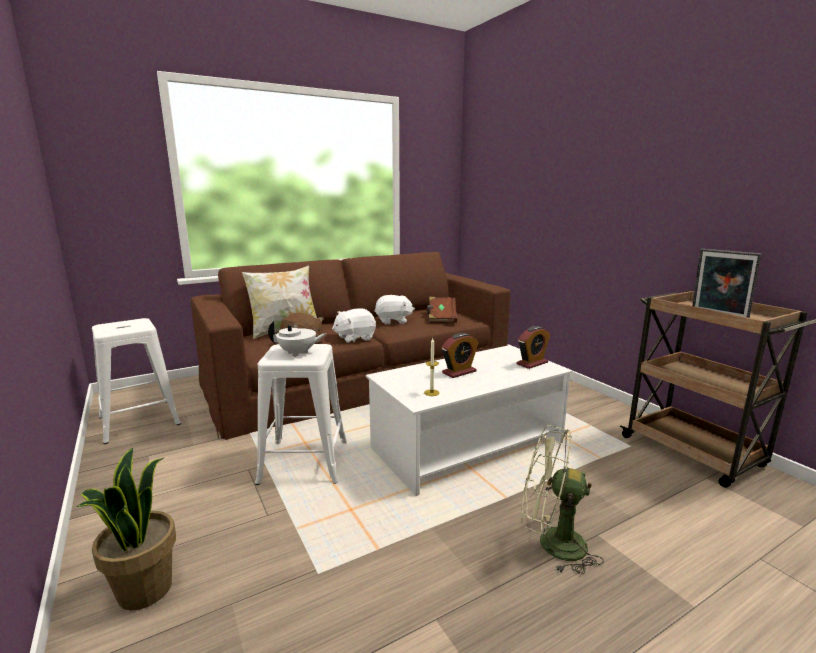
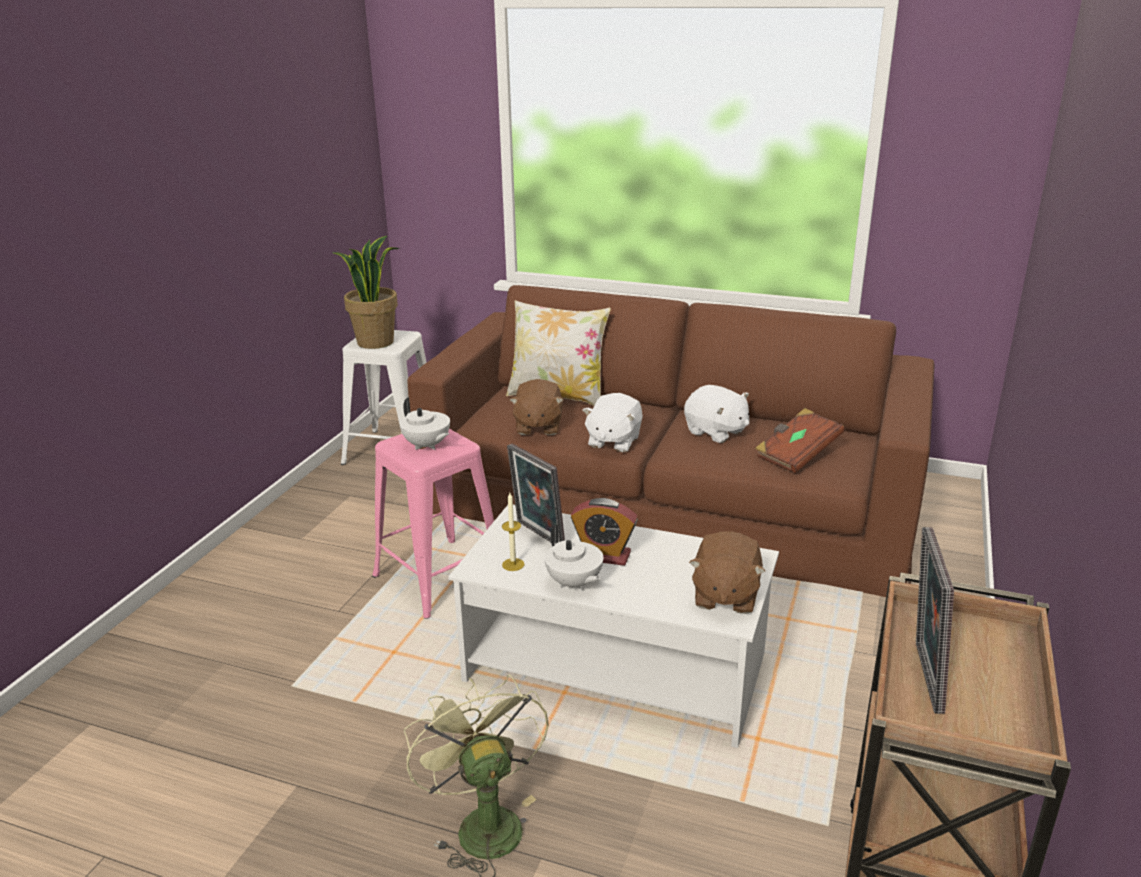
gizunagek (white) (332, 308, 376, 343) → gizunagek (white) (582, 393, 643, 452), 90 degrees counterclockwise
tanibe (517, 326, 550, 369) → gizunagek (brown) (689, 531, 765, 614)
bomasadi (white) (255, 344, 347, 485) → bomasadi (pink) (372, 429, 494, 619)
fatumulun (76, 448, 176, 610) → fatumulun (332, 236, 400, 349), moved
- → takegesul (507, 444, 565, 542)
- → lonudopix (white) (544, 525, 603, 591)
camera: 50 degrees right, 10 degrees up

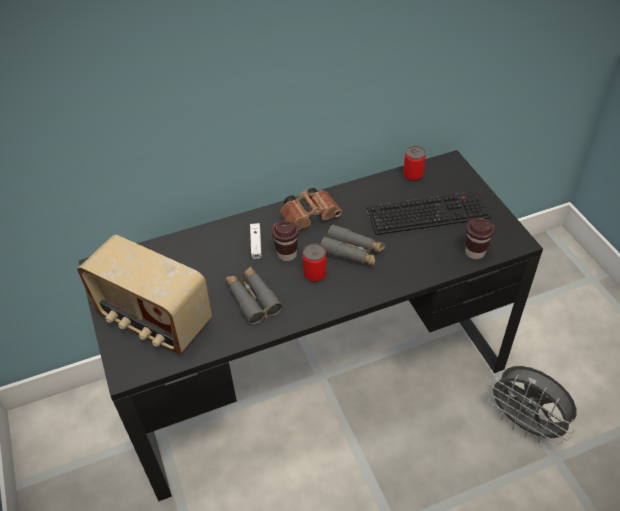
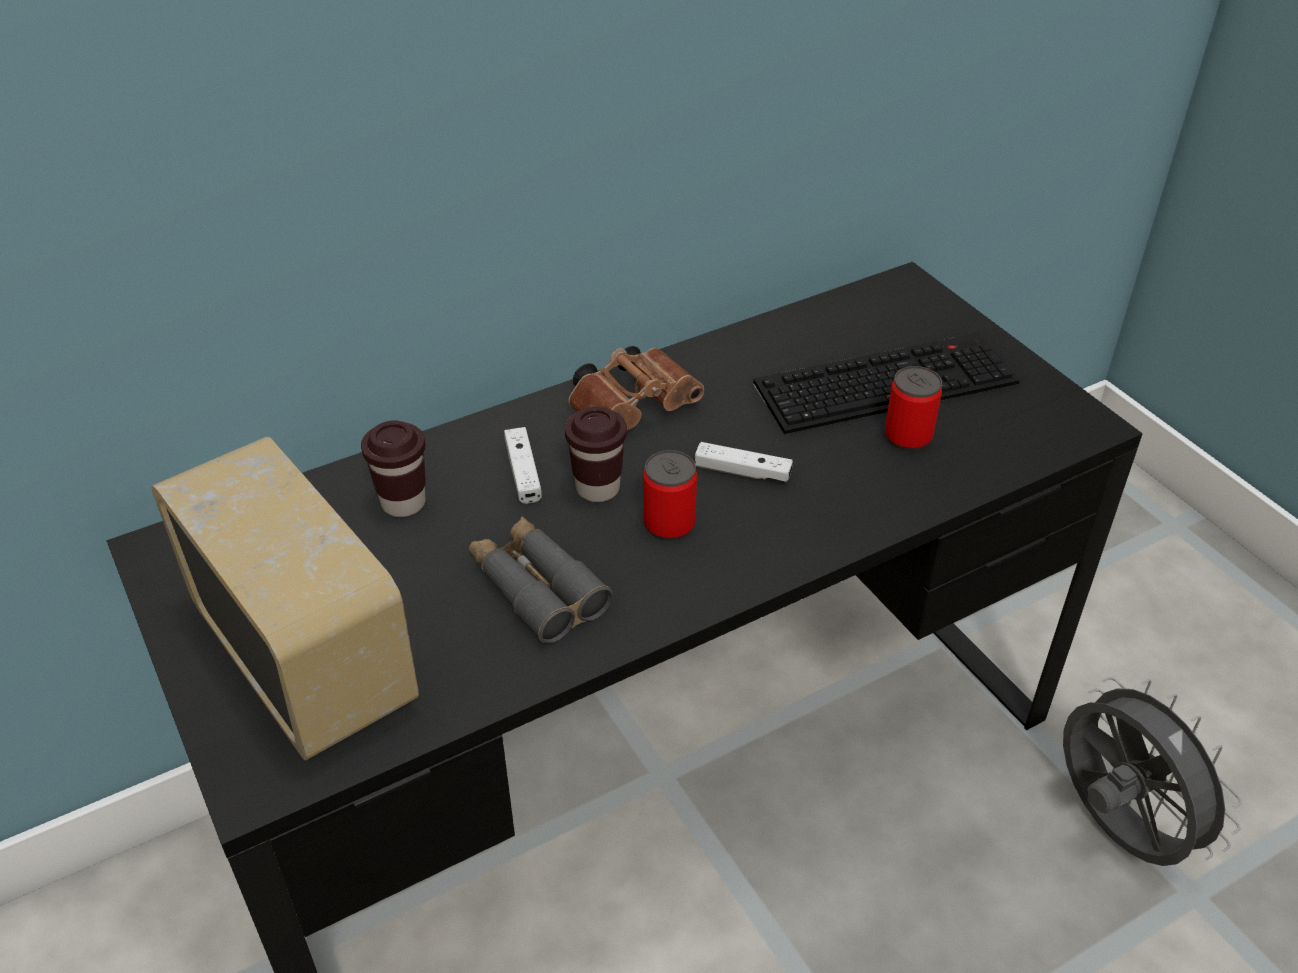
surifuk (403, 146, 426, 181) → surifuk (885, 366, 942, 451), moved
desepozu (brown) (465, 218, 495, 259) → desepozu (brown) (361, 421, 426, 517), moved
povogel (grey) (320, 224, 385, 266) → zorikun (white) (695, 442, 793, 482)
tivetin (77, 235, 212, 354) → tivetin (151, 436, 419, 761), 150 degrees counterclockwise
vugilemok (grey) (486, 366, 577, 445) → vugilemok (grey) (1063, 677, 1242, 866), 150 degrees counterclockwise
camera: 10 degrees left, 5 degrees down

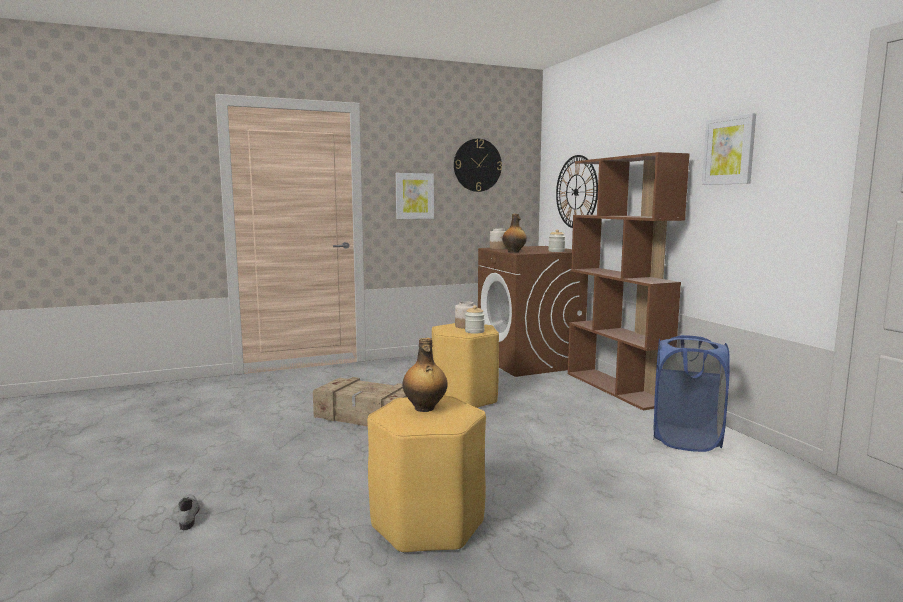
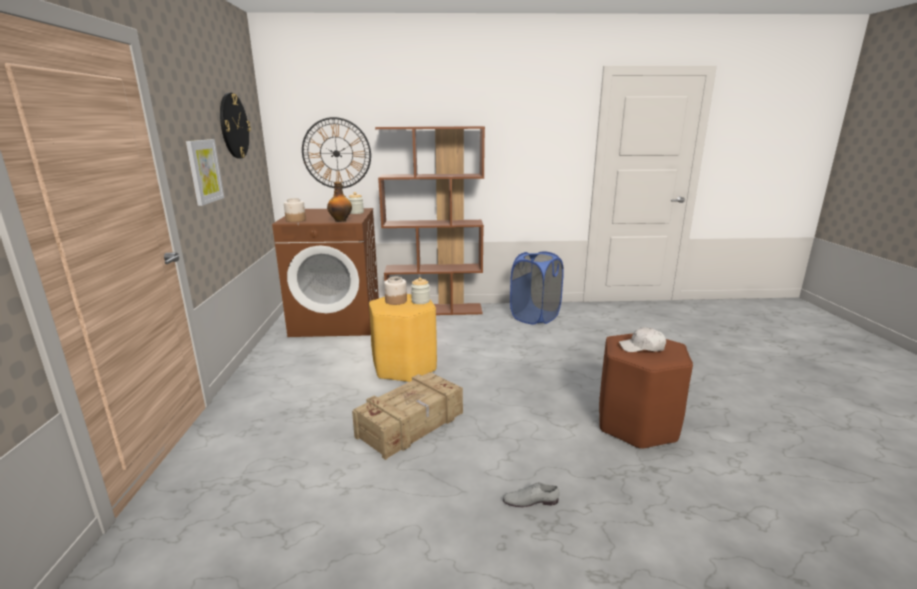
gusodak (702, 113, 756, 185) → -
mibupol (403, 338, 448, 412) → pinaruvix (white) (619, 327, 666, 352)
bomasadi (yellow) (367, 396, 486, 553) → bomasadi (brown) (599, 333, 693, 449)
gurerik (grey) (178, 495, 200, 530) → gurerik (grey) (503, 482, 560, 507), moved
camera: 70 degrees left, 10 degrees up

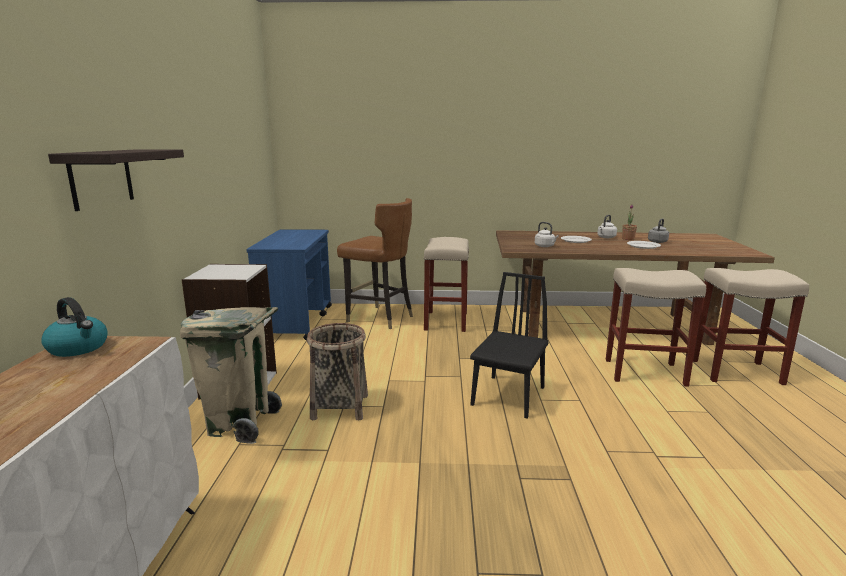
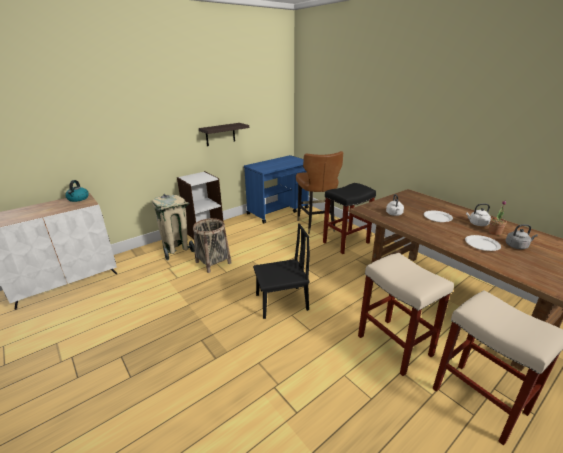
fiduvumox (48, 149, 184, 211) → fiduvumox (199, 123, 249, 146), moved
bomasadi (beige) (423, 237, 469, 332) → bomasadi (black) (323, 183, 376, 254)
camera: 50 degrees right, 10 degrees up

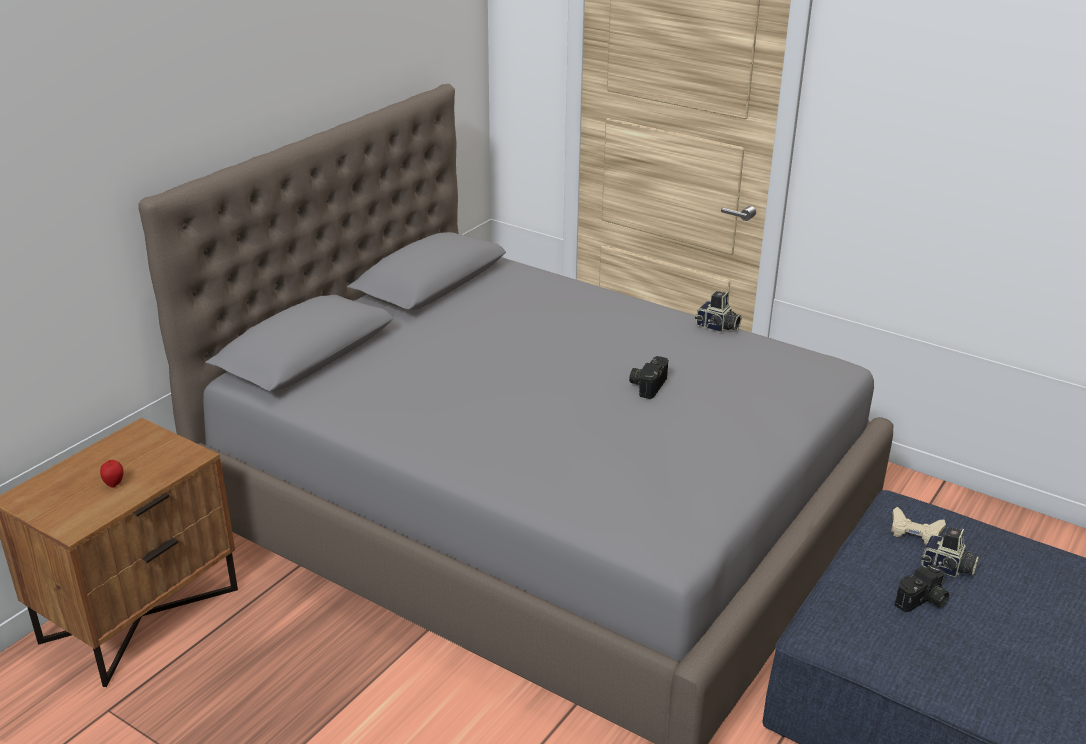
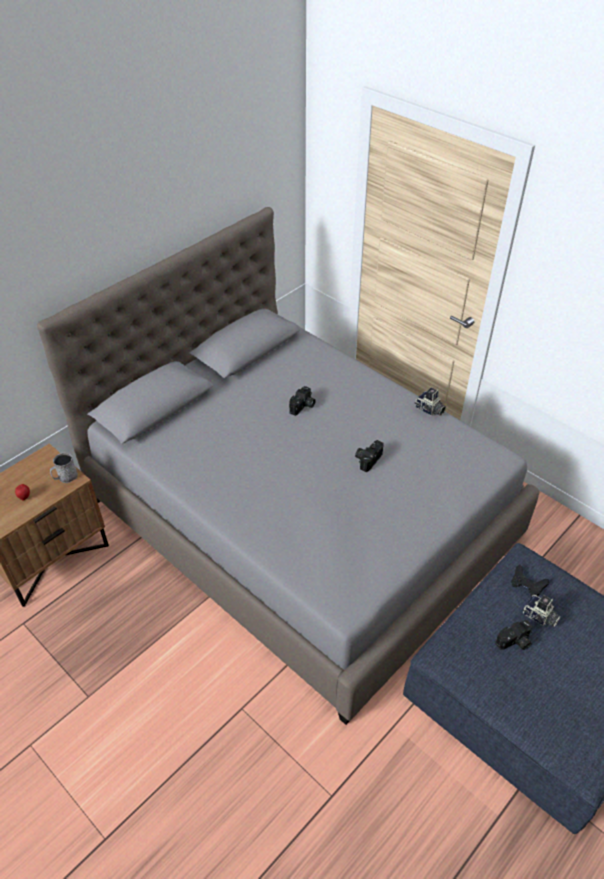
zorikun (beige) (891, 507, 946, 545) → zorikun (black) (511, 565, 549, 596)
- → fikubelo (289, 386, 316, 416)
- → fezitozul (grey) (50, 452, 78, 483)
camera: 10 degrees right, 15 degrees up

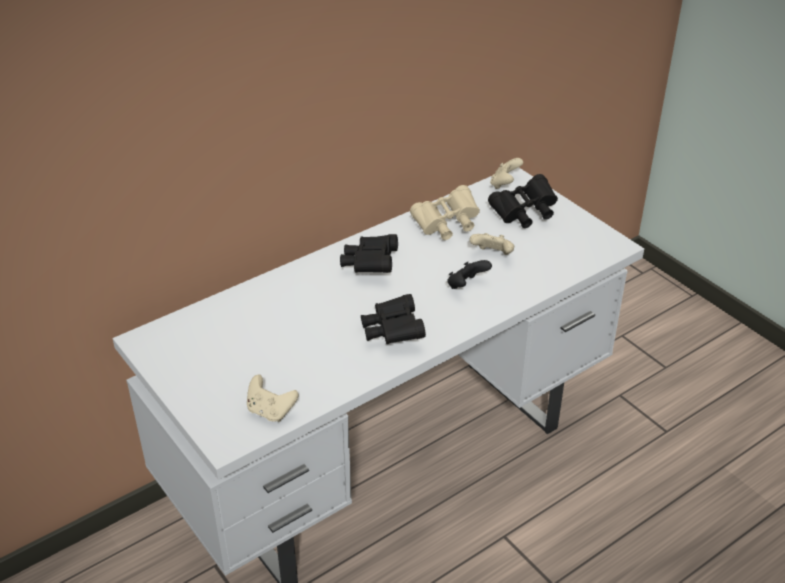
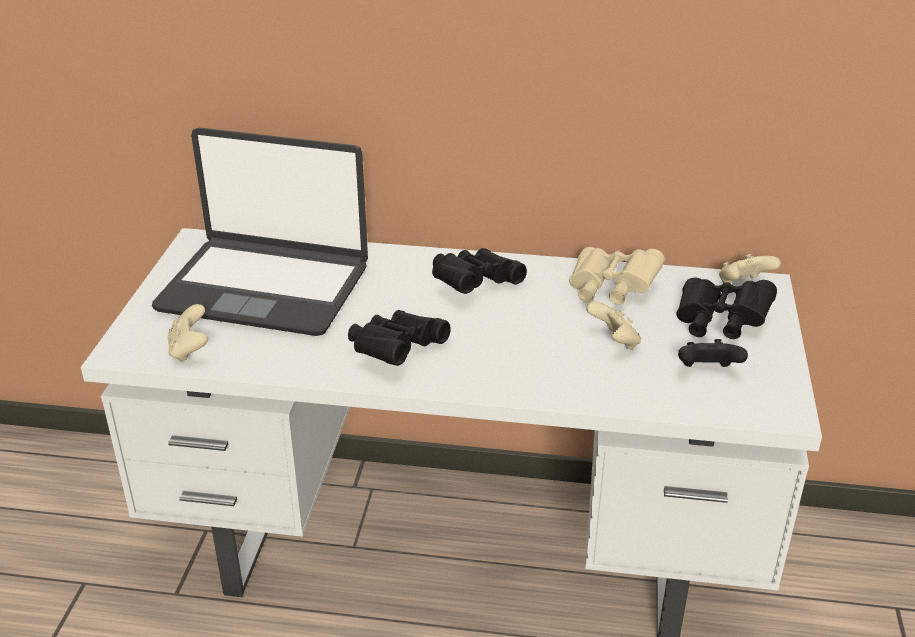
zorikun (black) (447, 260, 492, 289) → zorikun (black) (678, 339, 748, 367), moved
- → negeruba (152, 128, 368, 336)
camera: 45 degrees right, 5 degrees down

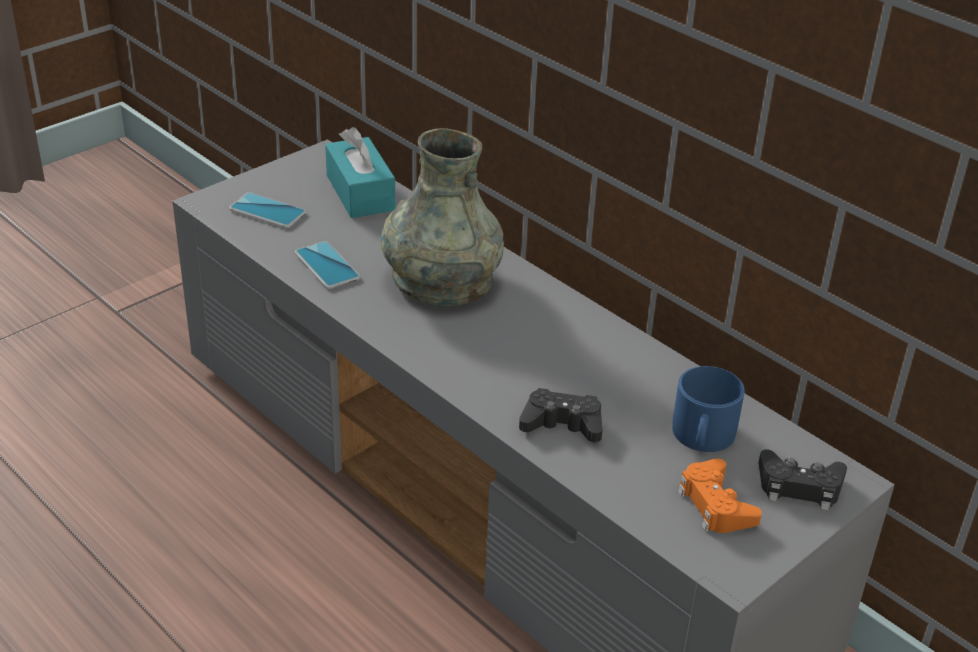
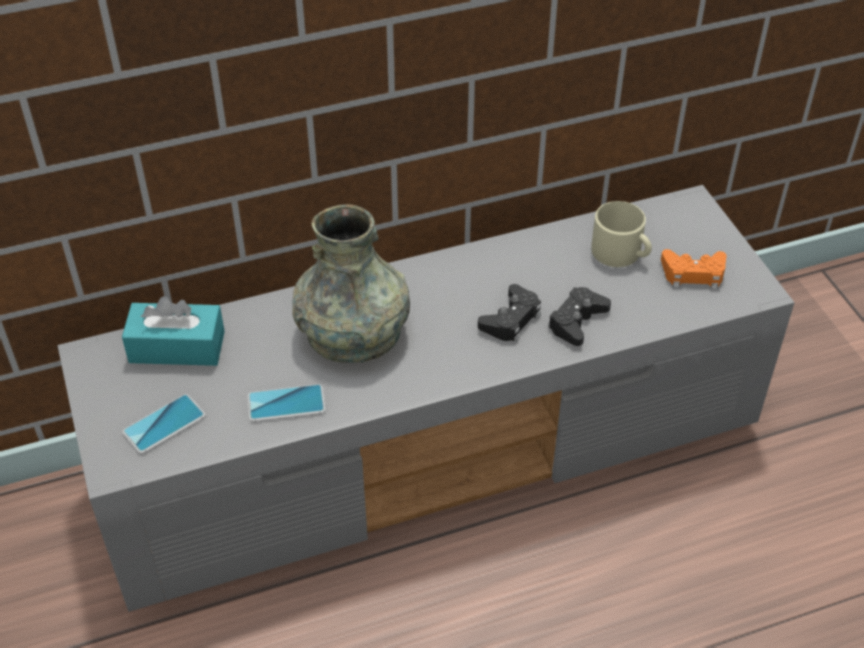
fezitozul (blue) (672, 366, 745, 452) → fezitozul (beige) (591, 201, 652, 267)
zorikun (black) (758, 449, 847, 511) → zorikun (black) (478, 284, 541, 342), moved
camera: 65 degrees left, 10 degrees up

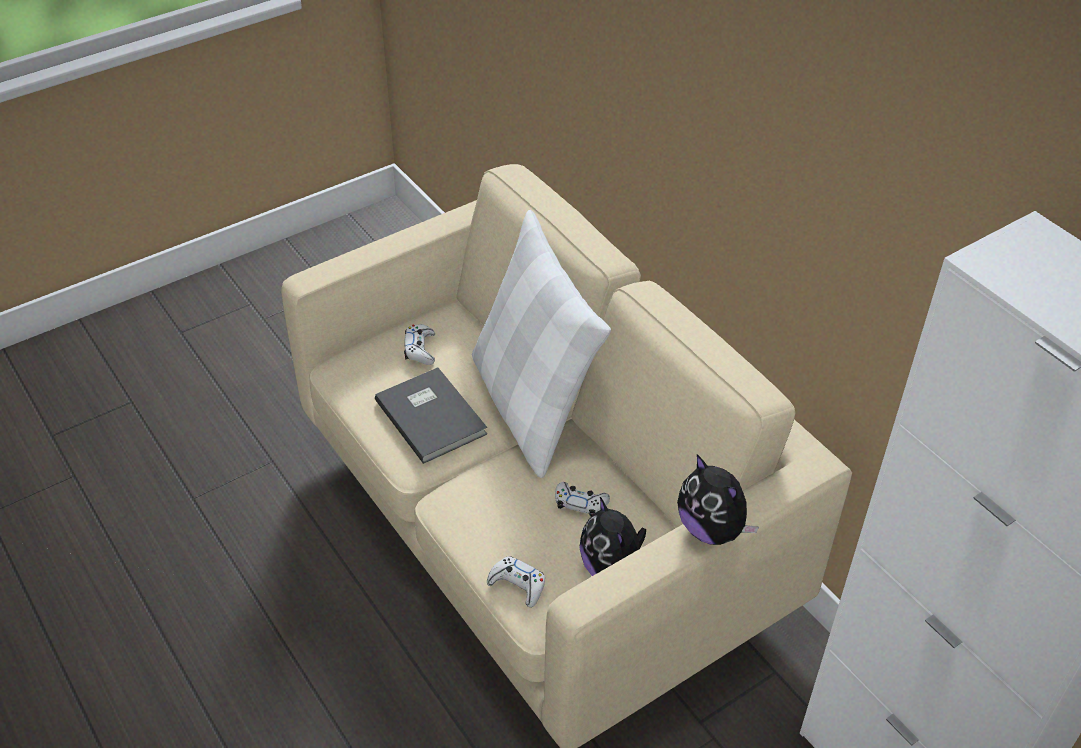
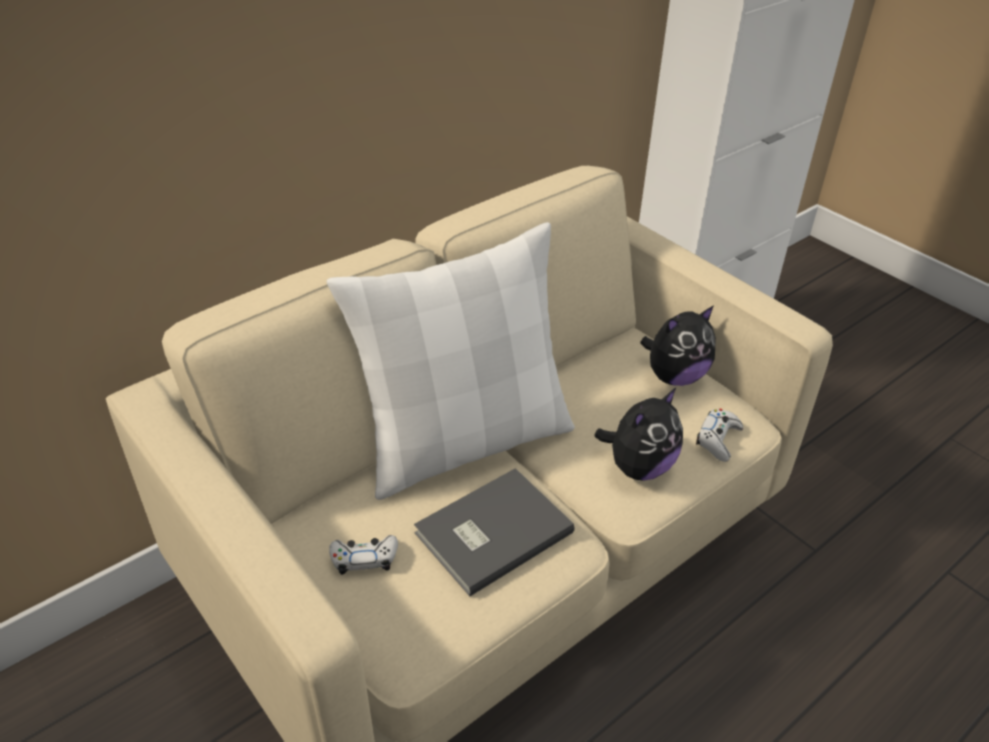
gizunagek (677, 454, 759, 545) → gizunagek (594, 388, 683, 481), moved
zorikun (white) (555, 482, 610, 516) → -
camera: 95 degrees left, 5 degrees down

